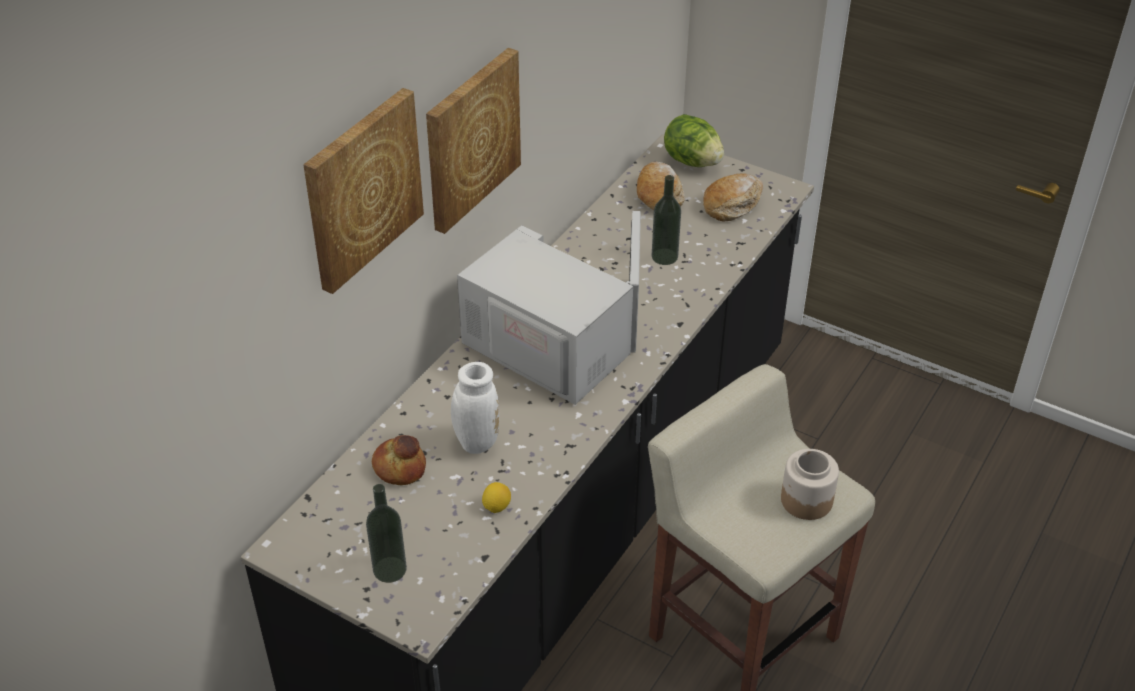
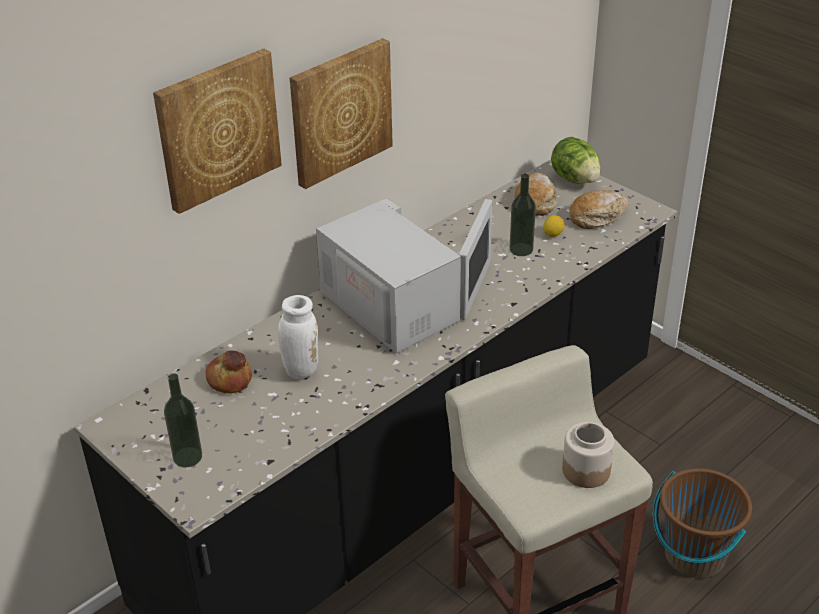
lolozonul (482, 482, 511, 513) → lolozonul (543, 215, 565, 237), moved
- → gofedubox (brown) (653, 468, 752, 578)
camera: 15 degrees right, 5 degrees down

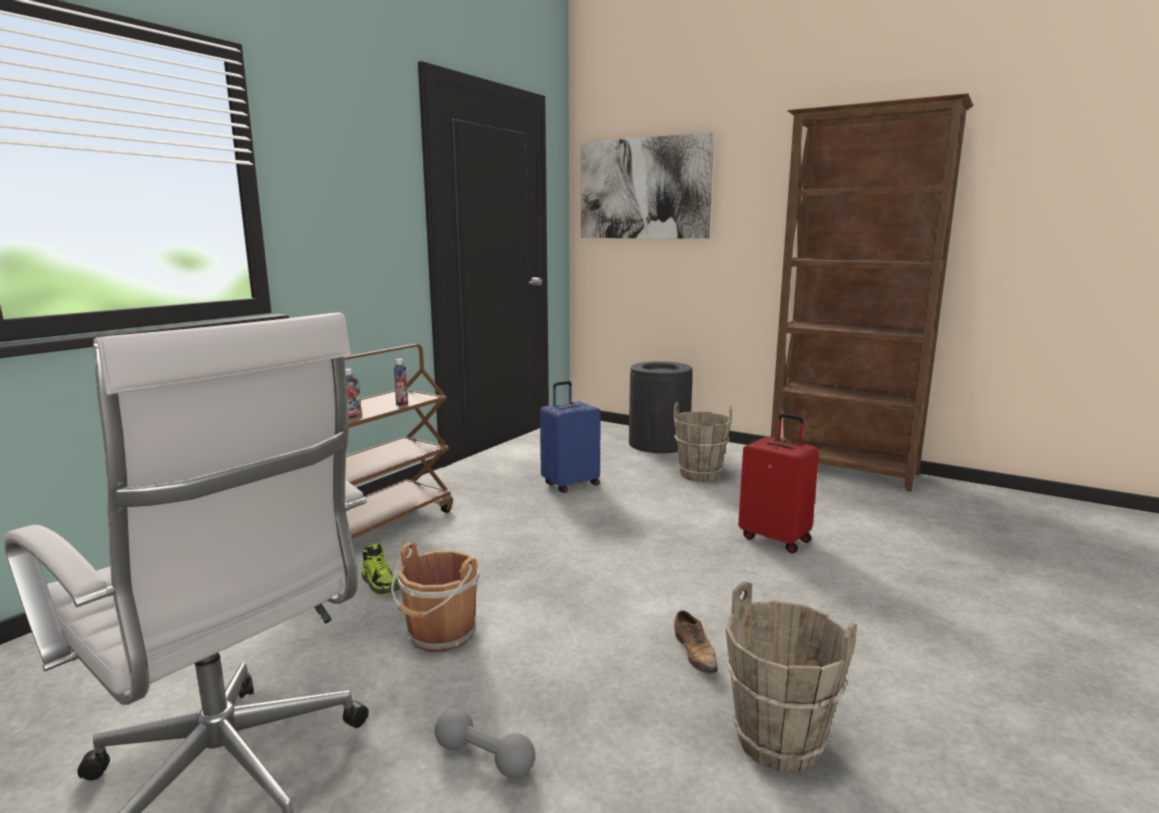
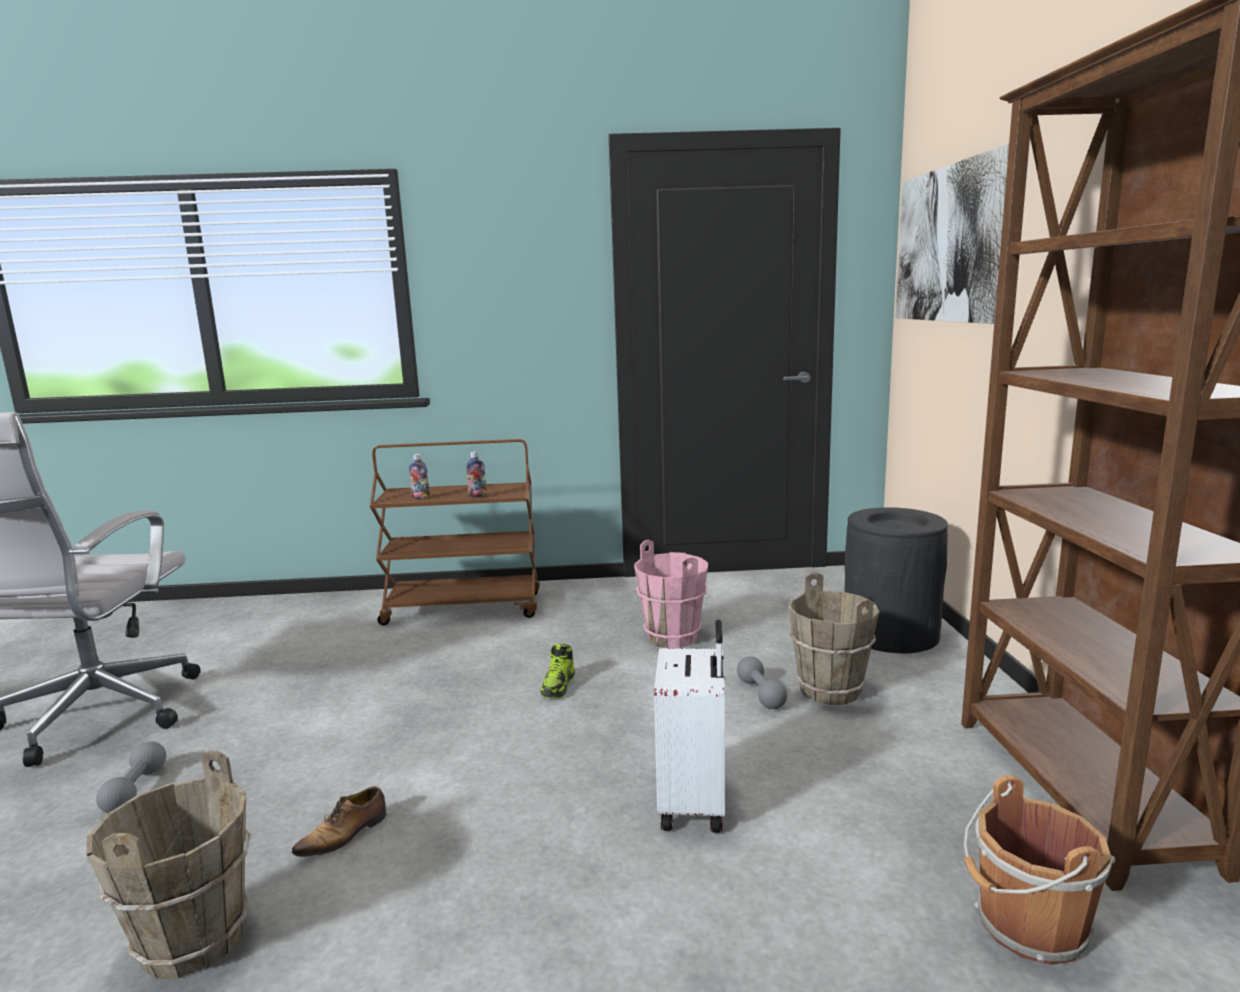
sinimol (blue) (540, 381, 601, 493) → gofedubox (pink) (634, 540, 708, 648)
sinimol (red) (738, 413, 819, 553) → sinimol (white) (654, 620, 725, 833)
gofedubox (brown) (391, 542, 480, 652) → gofedubox (brown) (964, 775, 1115, 965), moved
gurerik (362, 543, 401, 595) → gurerik (541, 644, 575, 698), moved
- → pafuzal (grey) (737, 656, 787, 709)
camera: 55 degrees right, 0 degrees up

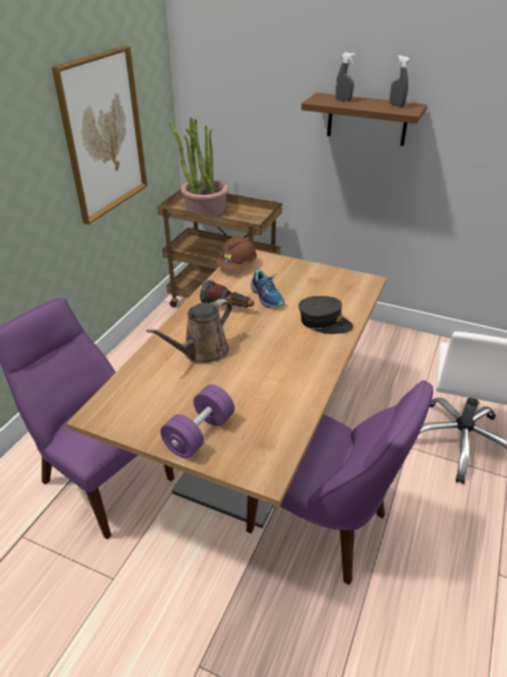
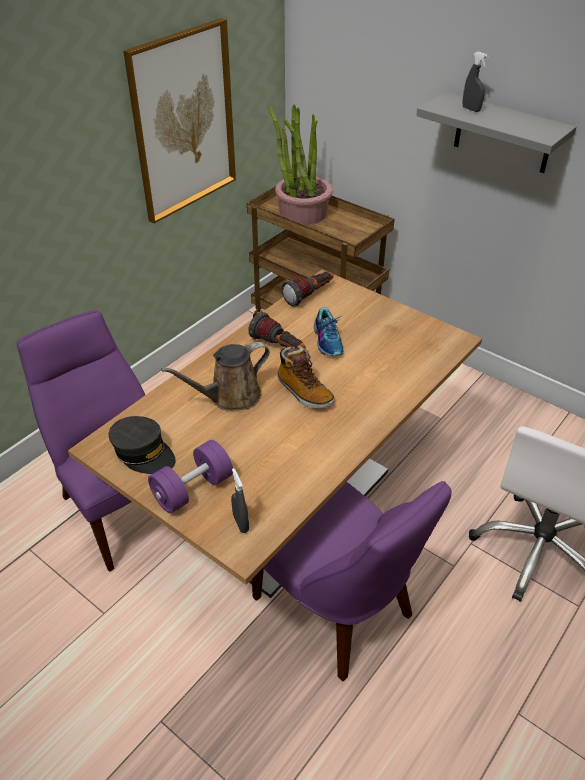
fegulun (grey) (390, 55, 409, 107) → fegulun (grey) (231, 468, 249, 533), moved
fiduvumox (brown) (301, 93, 427, 146) → fiduvumox (grey) (416, 92, 576, 173)
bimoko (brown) (216, 236, 257, 270) → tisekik (281, 272, 334, 307)
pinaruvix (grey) (299, 296, 353, 334) → pinaruvix (grey) (109, 416, 176, 474), moved
- → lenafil (278, 346, 335, 409)
camera: 15 degrees right, 5 degrees up

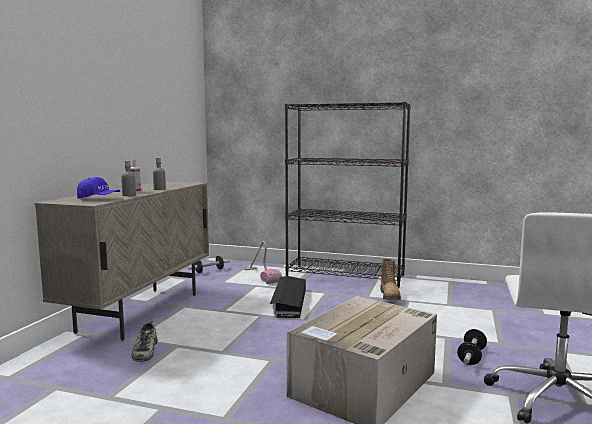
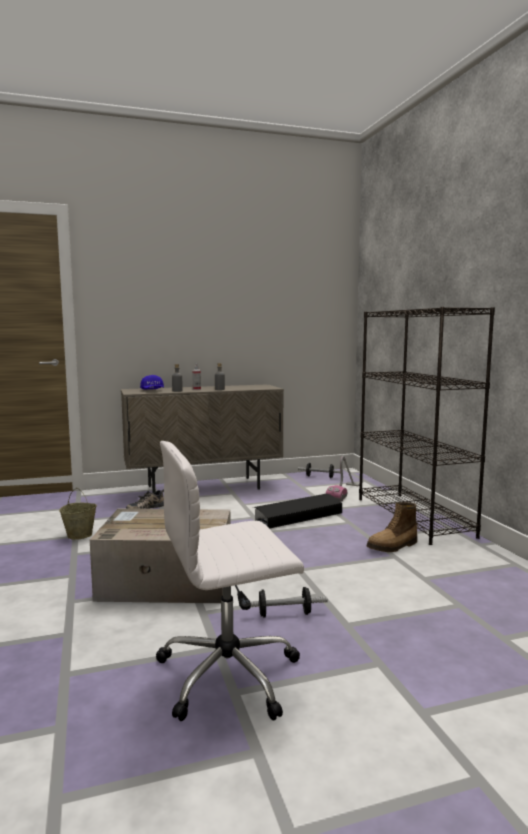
- → gofedubox (beige) (59, 488, 97, 540)
camera: 55 degrees right, 0 degrees up

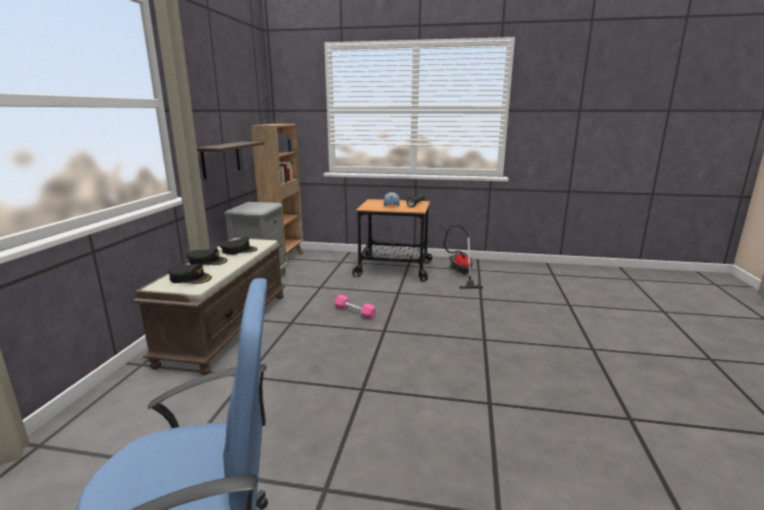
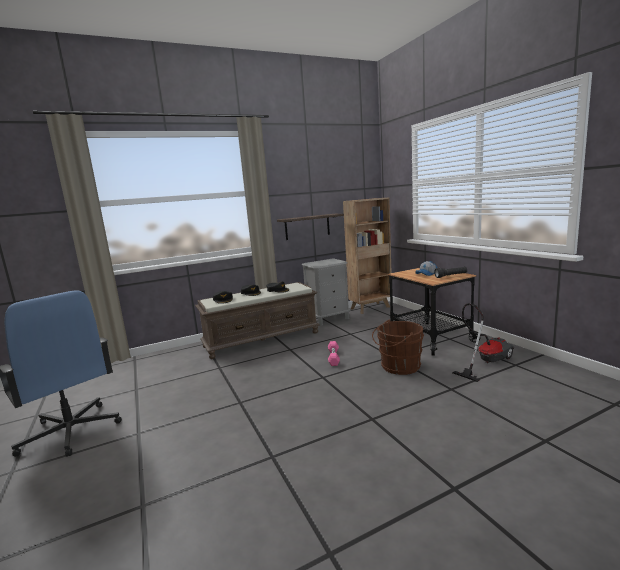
- → gofedubox (brown) (372, 319, 424, 375)
camera: 55 degrees right, 5 degrees down

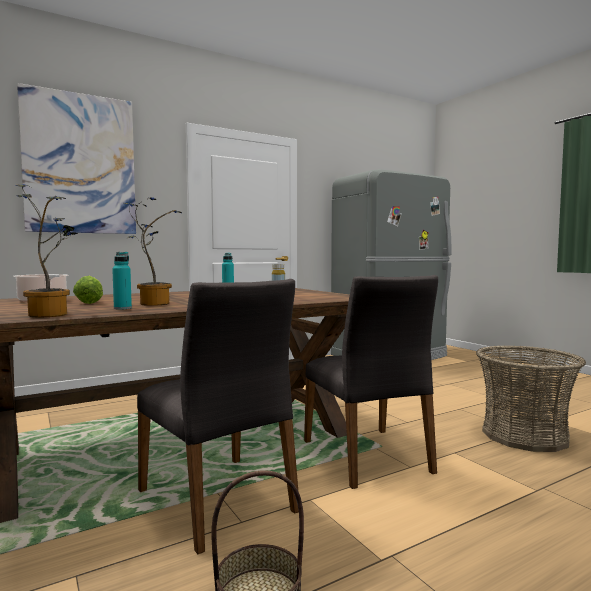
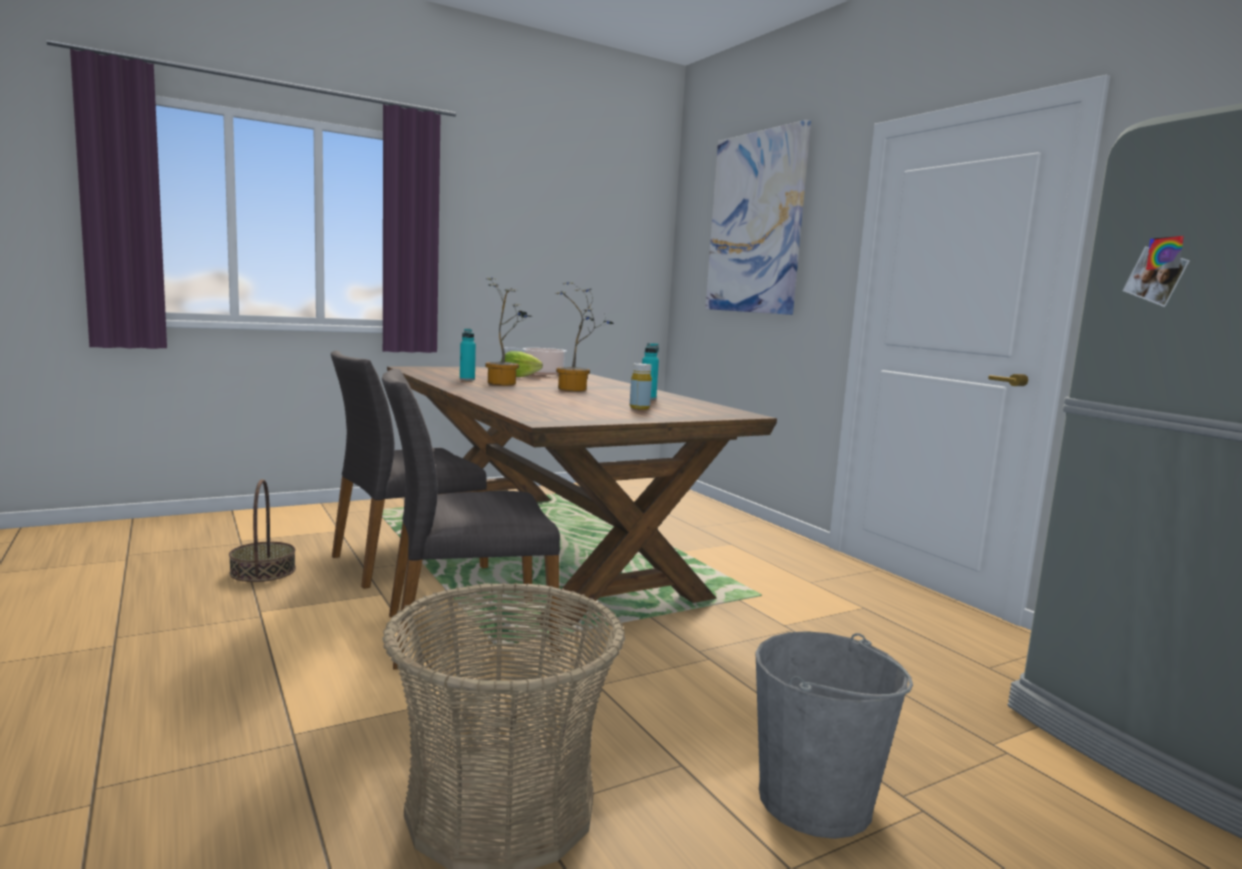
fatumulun (16, 184, 78, 317) → fatumulun (554, 282, 614, 391), moved
- → gofedubox (grey) (756, 631, 913, 839)
camera: 90 degrees right, 5 degrees up

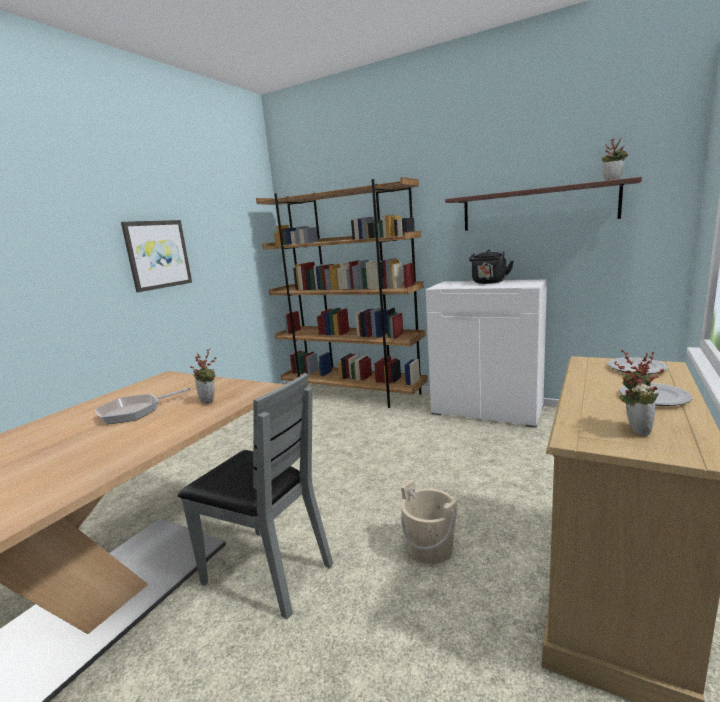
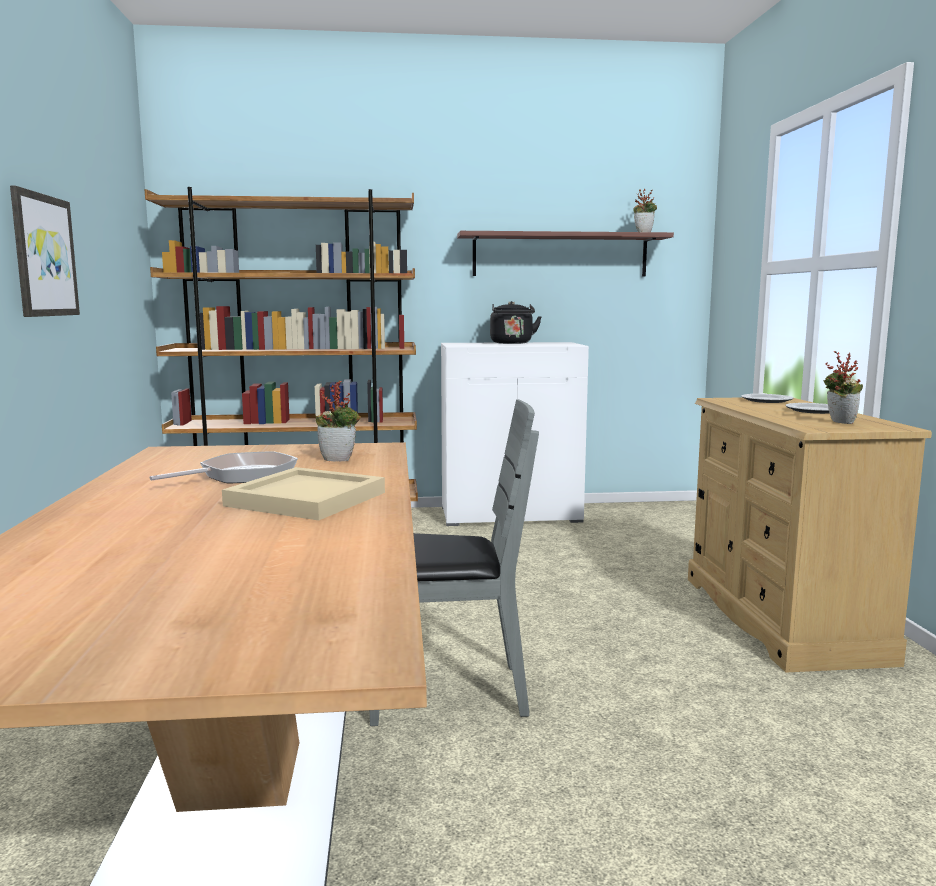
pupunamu (95, 388, 191, 424) → pupunamu (149, 451, 298, 483), 150 degrees counterclockwise
gofedubox (beige) (401, 480, 457, 564) → -
- → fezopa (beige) (222, 467, 385, 520)
camera: 35 degrees left, 5 degrees down

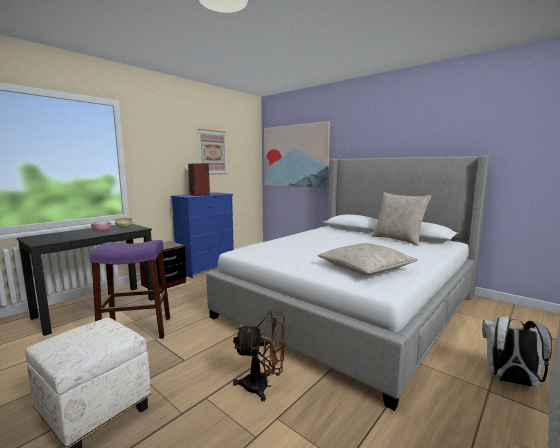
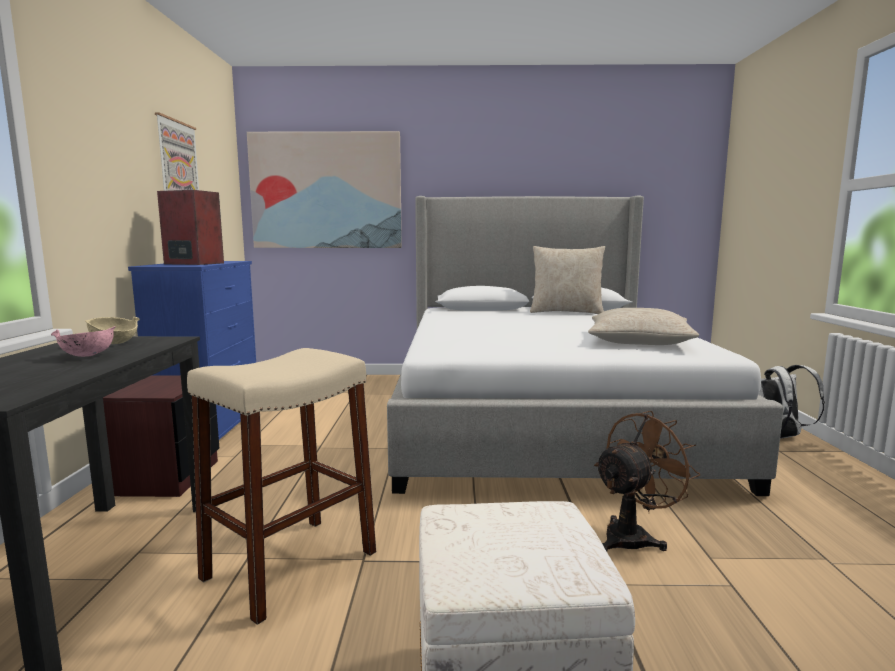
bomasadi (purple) (89, 240, 170, 339) → bomasadi (beige) (187, 348, 376, 625)
camera: 40 degrees left, 0 degrees up

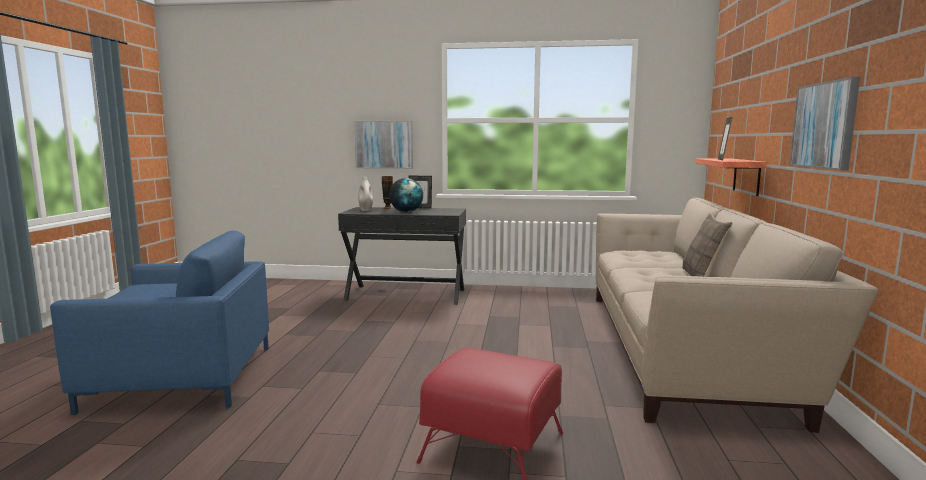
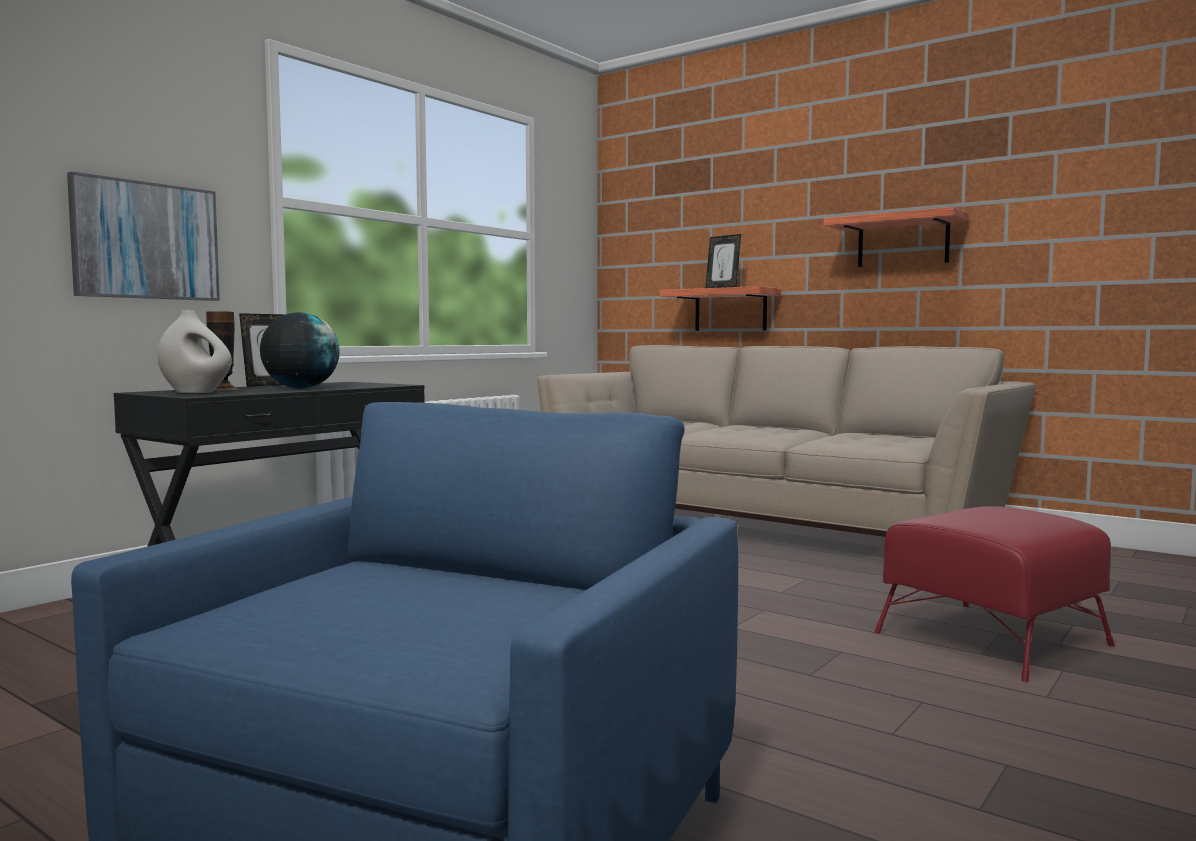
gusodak (789, 77, 860, 170) → fiduvumox (823, 207, 969, 267)
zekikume (683, 213, 733, 277) → -
camera: 60 degrees left, 5 degrees down

